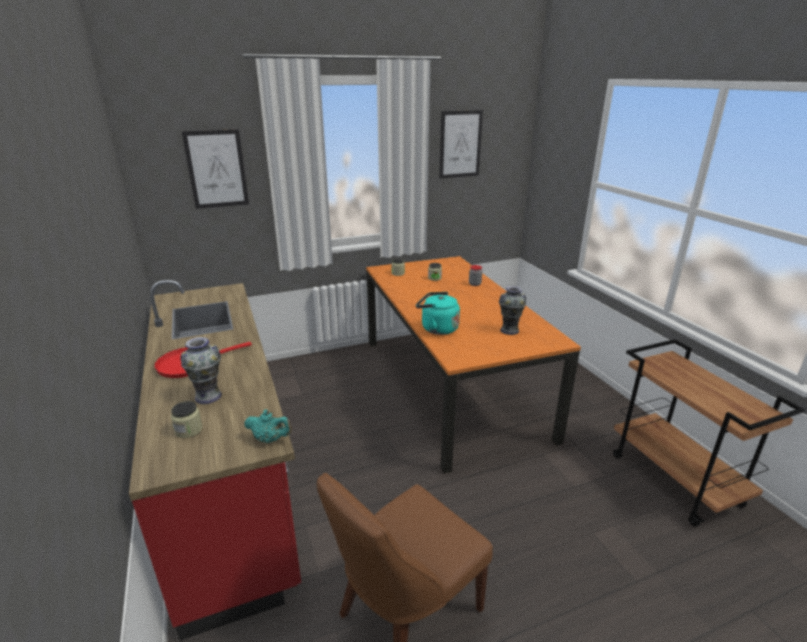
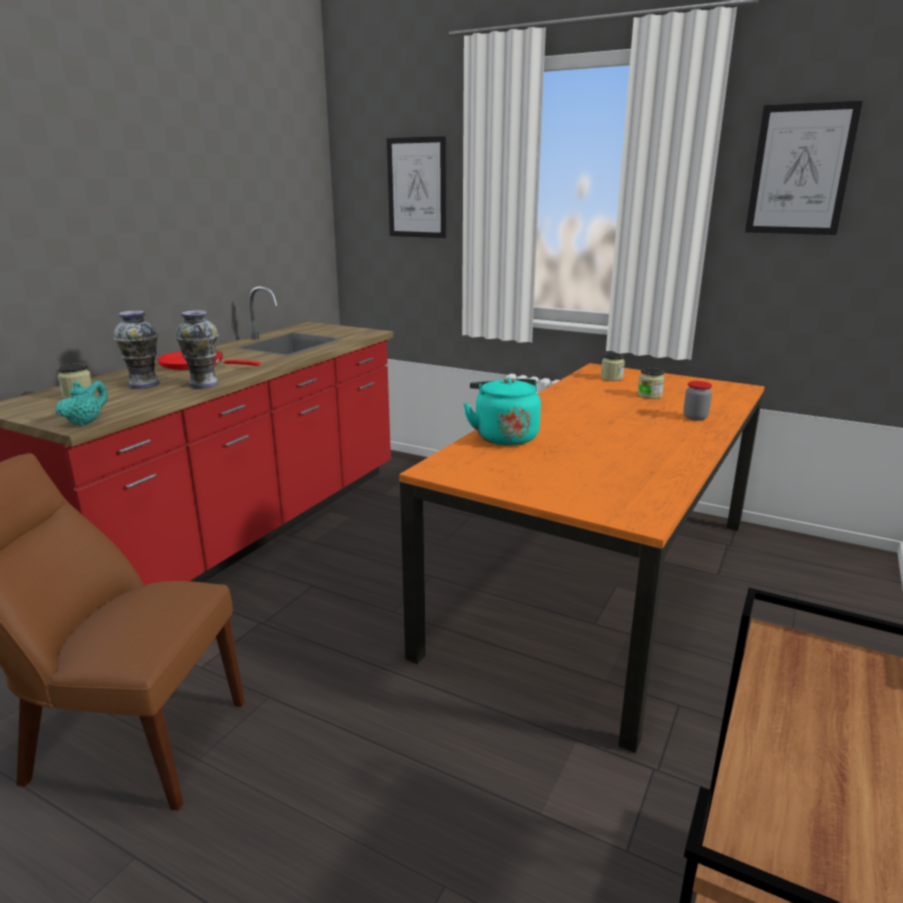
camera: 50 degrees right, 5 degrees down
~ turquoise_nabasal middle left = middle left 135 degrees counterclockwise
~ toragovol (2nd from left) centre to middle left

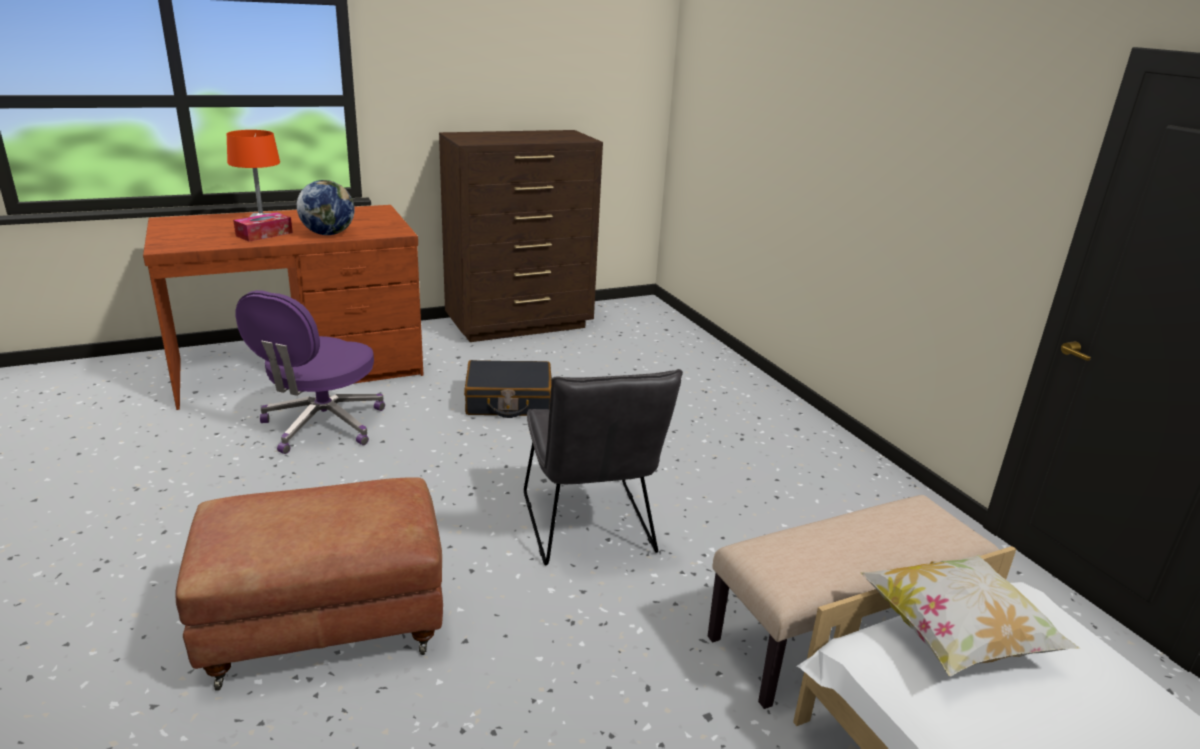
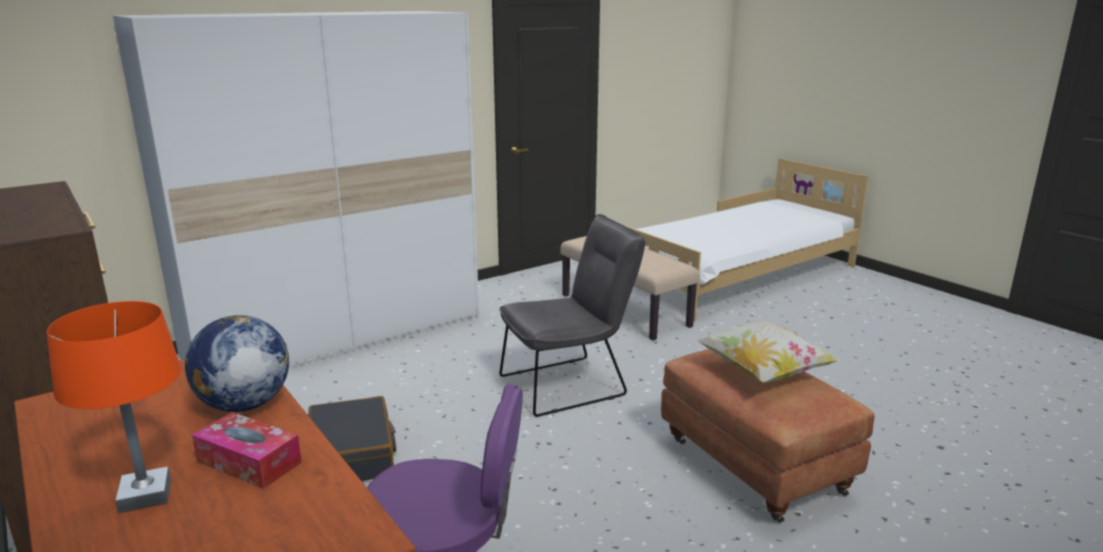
camera: 100 degrees left, 5 degrees down
~ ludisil bottom right to middle right
+ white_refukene middle left

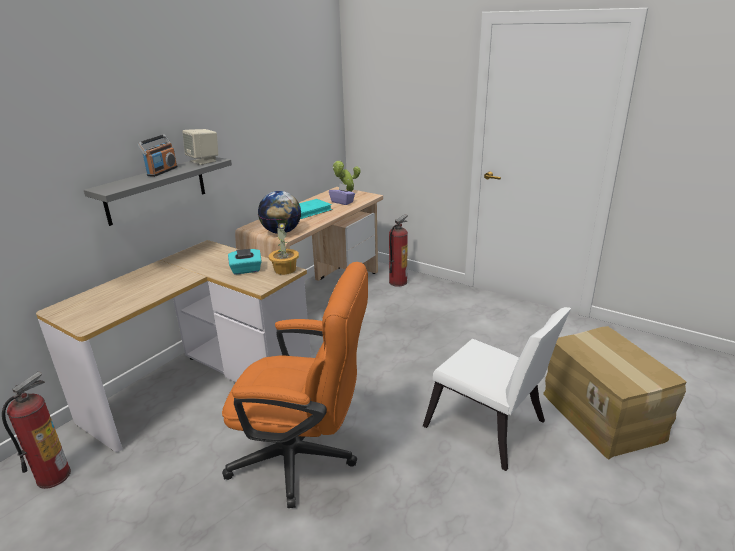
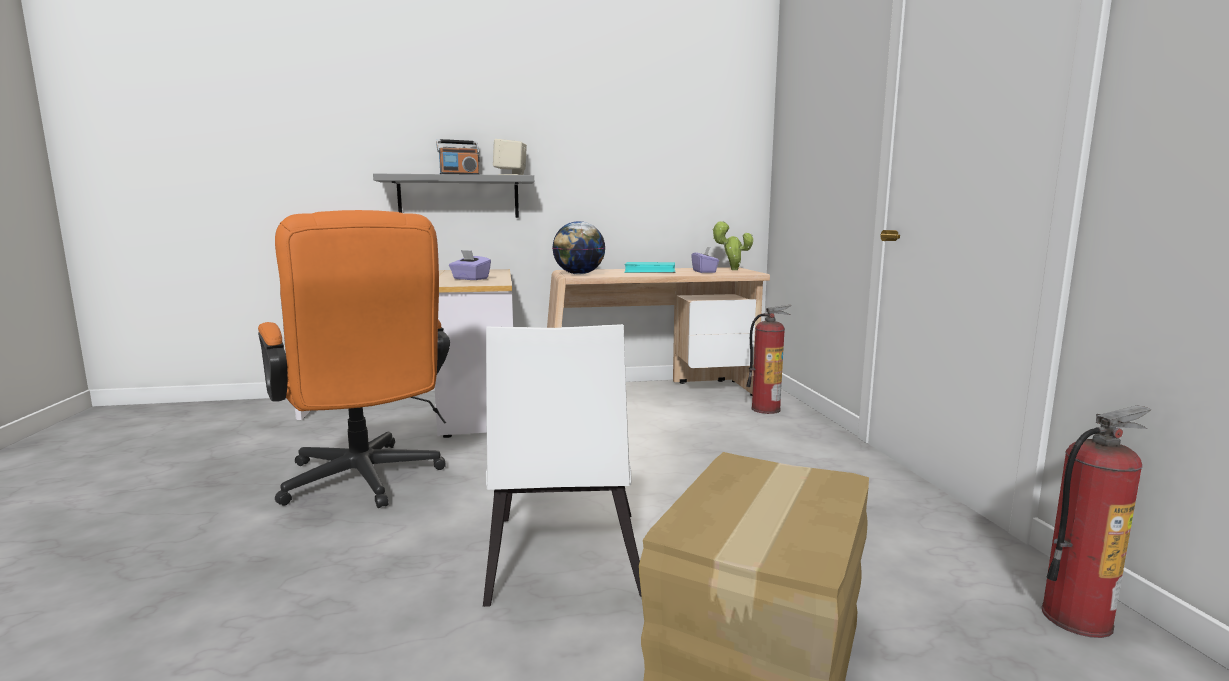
camera: 45 degrees right, 15 degrees down
~ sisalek (1st from left in the first image) bottom left to sisalek (2nd from left) bottom right
~ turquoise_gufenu centre to purple_gufenu (1st from left) centre
- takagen (1st from left) centre

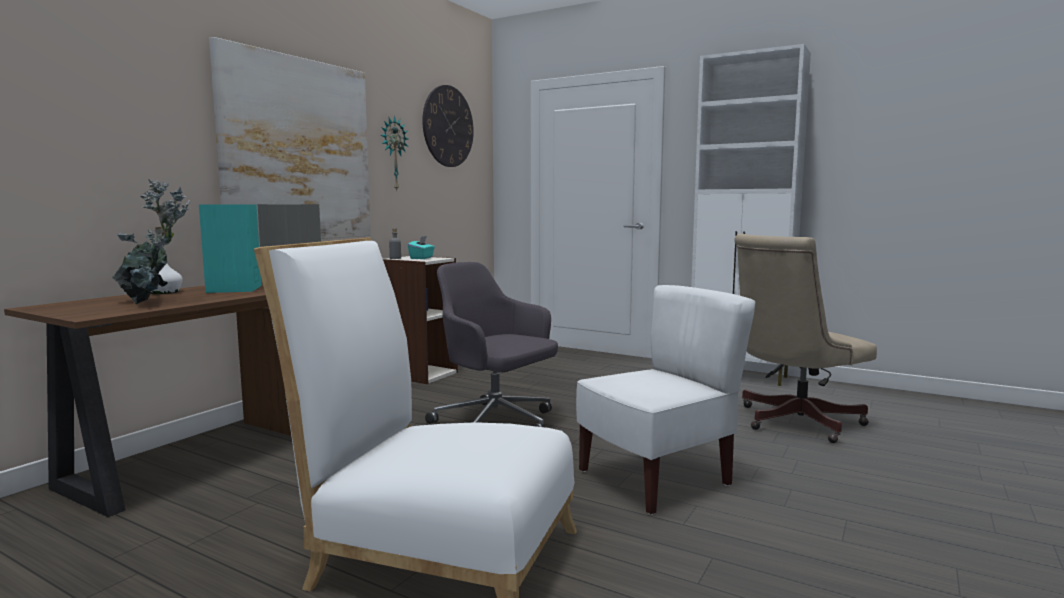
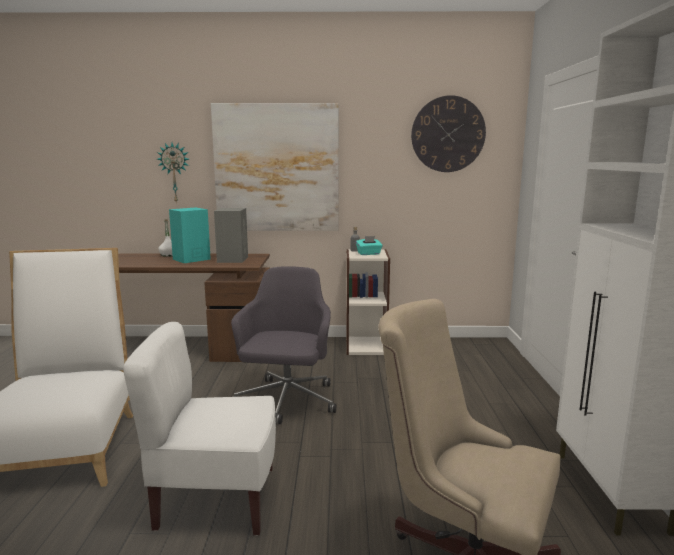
camera: 60 degrees right, 5 degrees up
- takagen middle left
~ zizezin (1st from left) top centre to top left
~ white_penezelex (2nd from left) bottom centre = bottom left 150 degrees clockwise

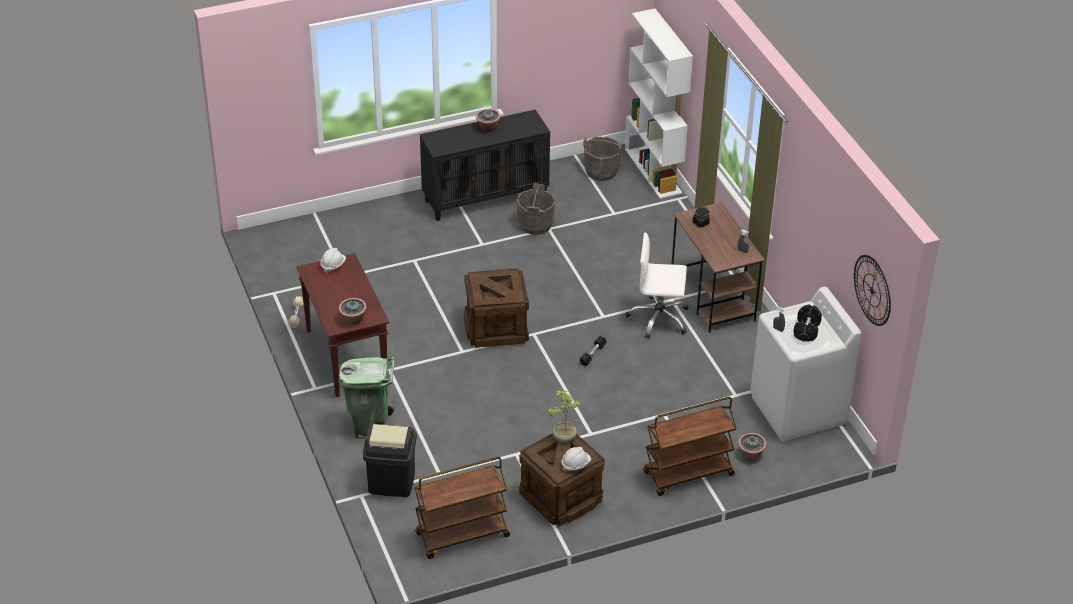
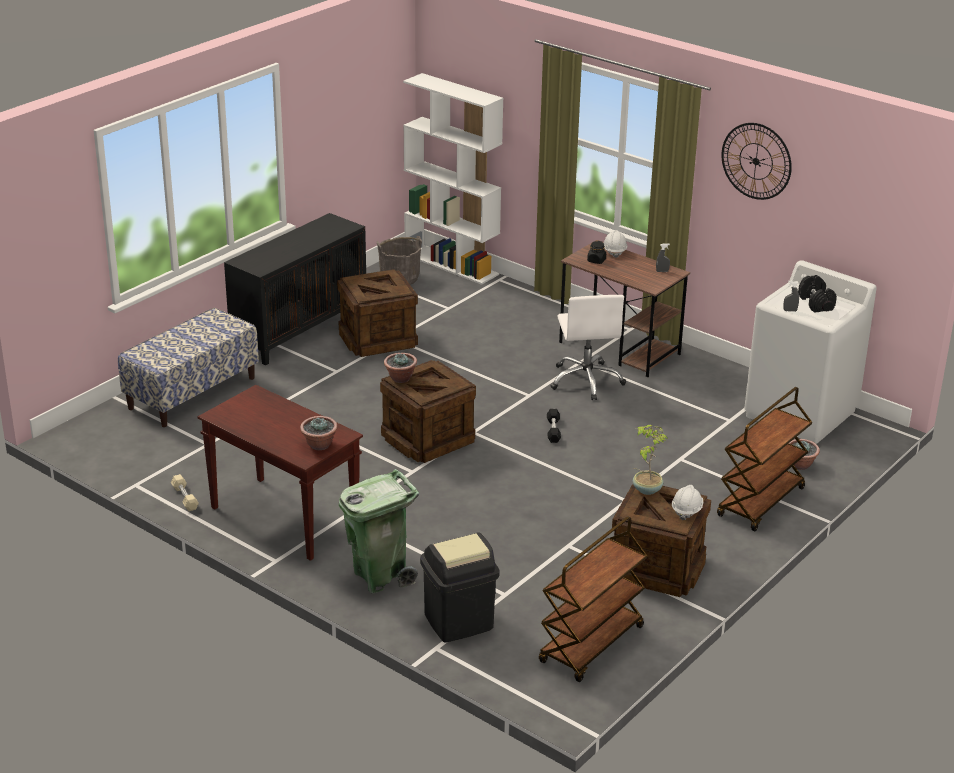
camera: 30 degrees left, 10 degrees down
~ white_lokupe (1st from left) middle left to top centre
~ takagen (2nd from left) top centre to centre
~ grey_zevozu (1st from left) centre to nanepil (1st from left) centre
~ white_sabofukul centre = centre 75 degrees counterclockwise
~ zizezin middle right to top right
+ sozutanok middle left

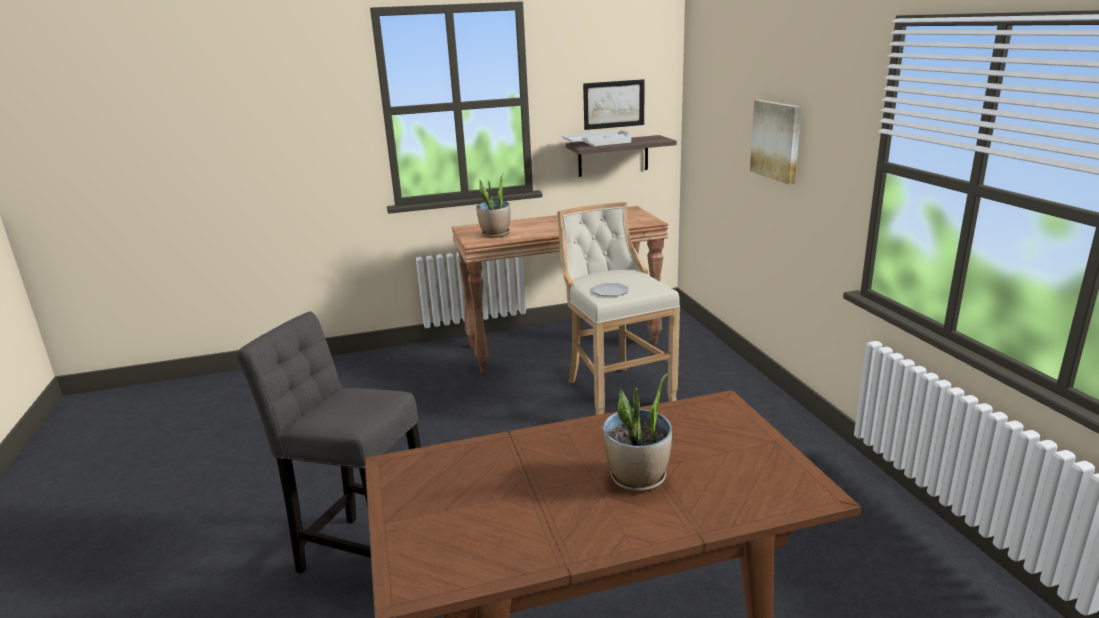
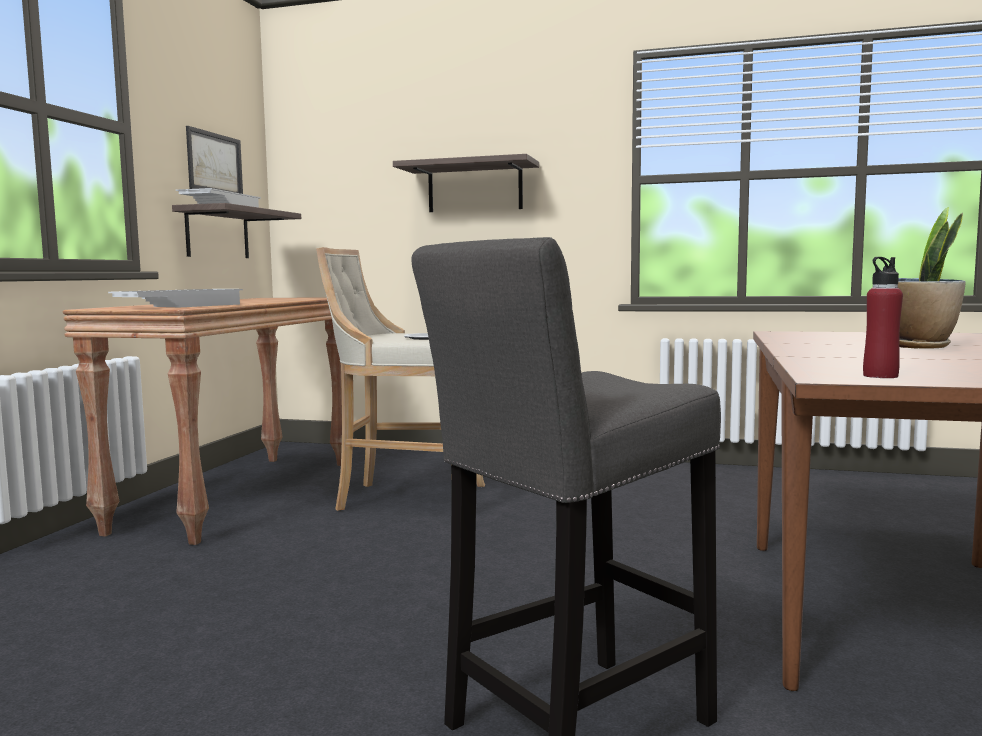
camera: 60 degrees left, 15 degrees down
~ takagen (1st from left) centre to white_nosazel (1st from left) middle left
~ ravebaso (2nd from left) top right to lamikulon (2nd from left) top centre
+ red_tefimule middle right

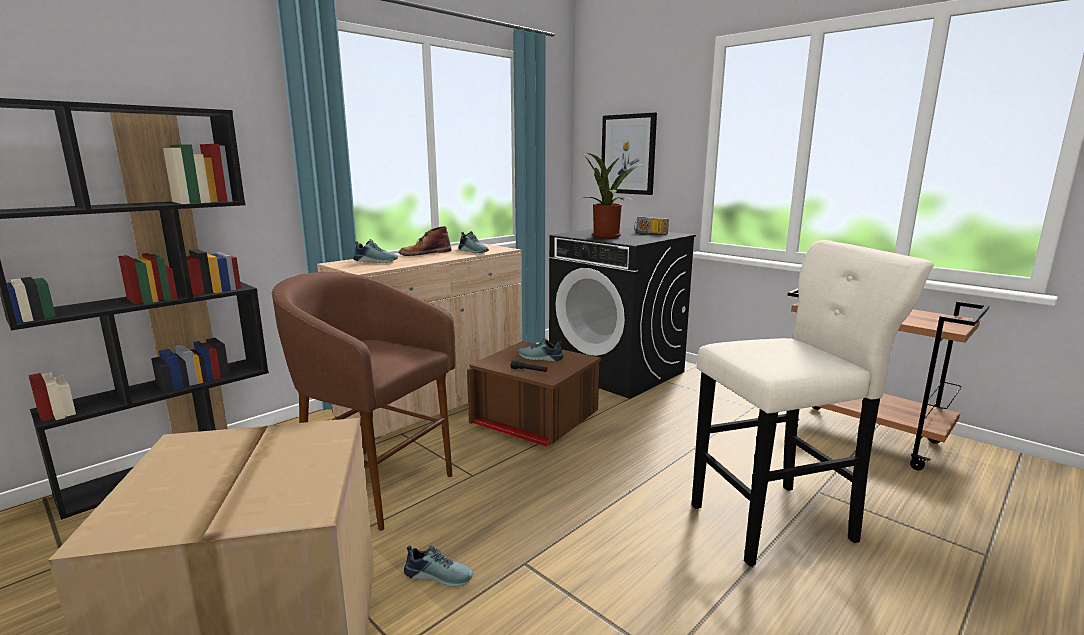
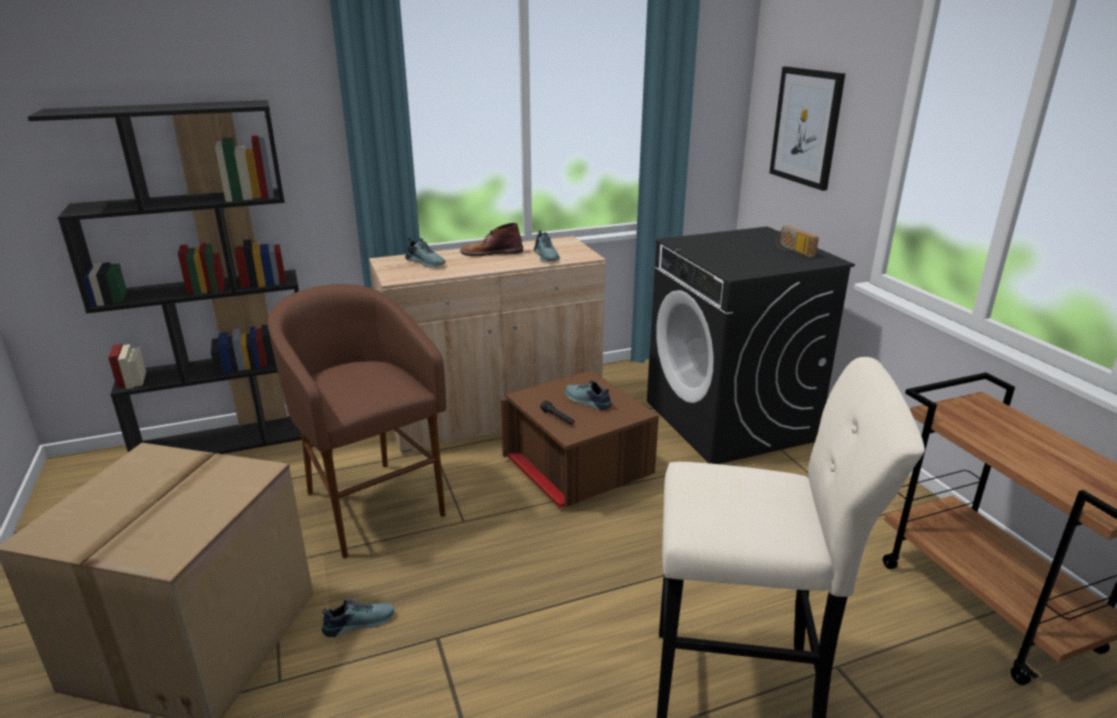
camera: 25 degrees right, 10 degrees up
~ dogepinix (2nd from left in the first image) bottom centre = bottom left 60 degrees counterclockwise
- takagen top centre

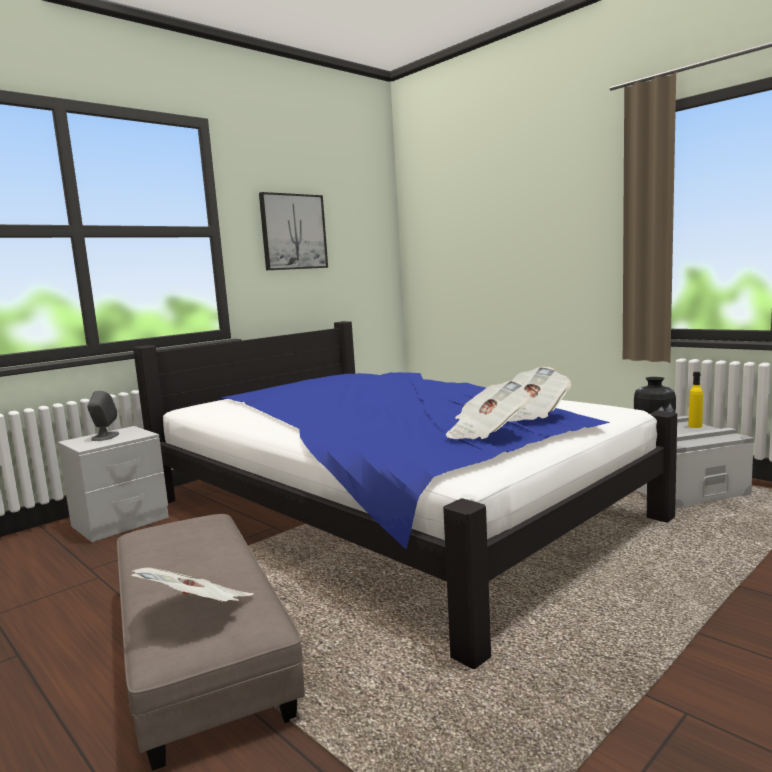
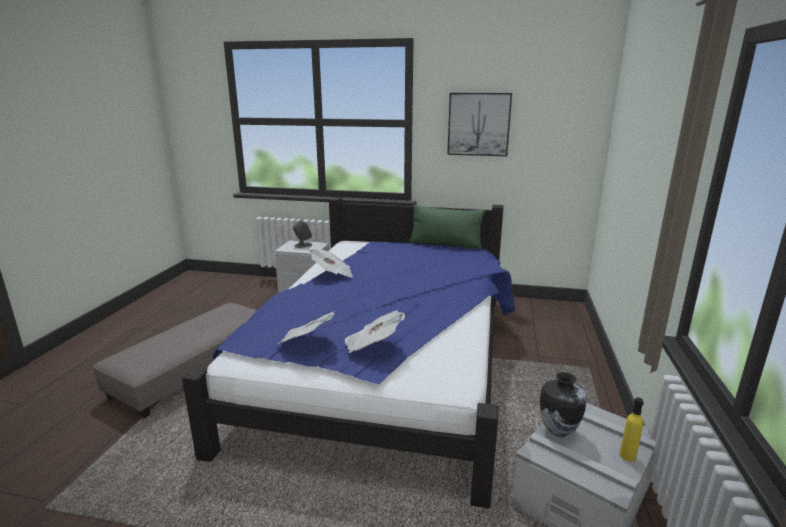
camera: 55 degrees right, 10 degrees up
~ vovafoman (1st from left in the first image) bottom left to vovafoman (2nd from left) centre
+ green_ludisil centre

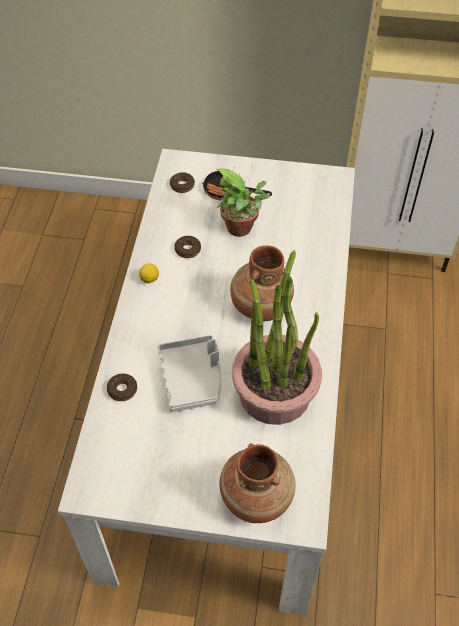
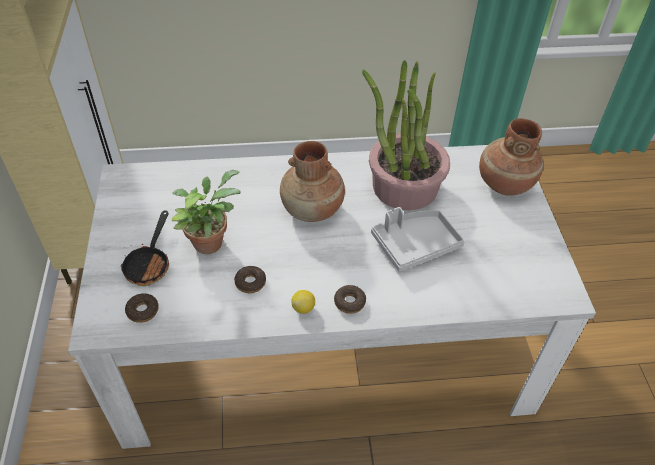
camera: 105 degrees left, 5 degrees down
~ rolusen (1st from left in the first image) middle left to rolusen (3rd from left) centre

